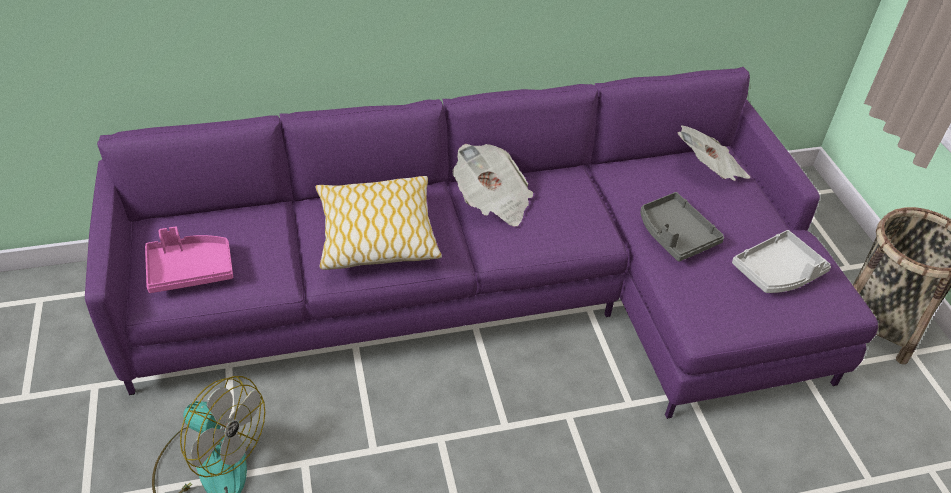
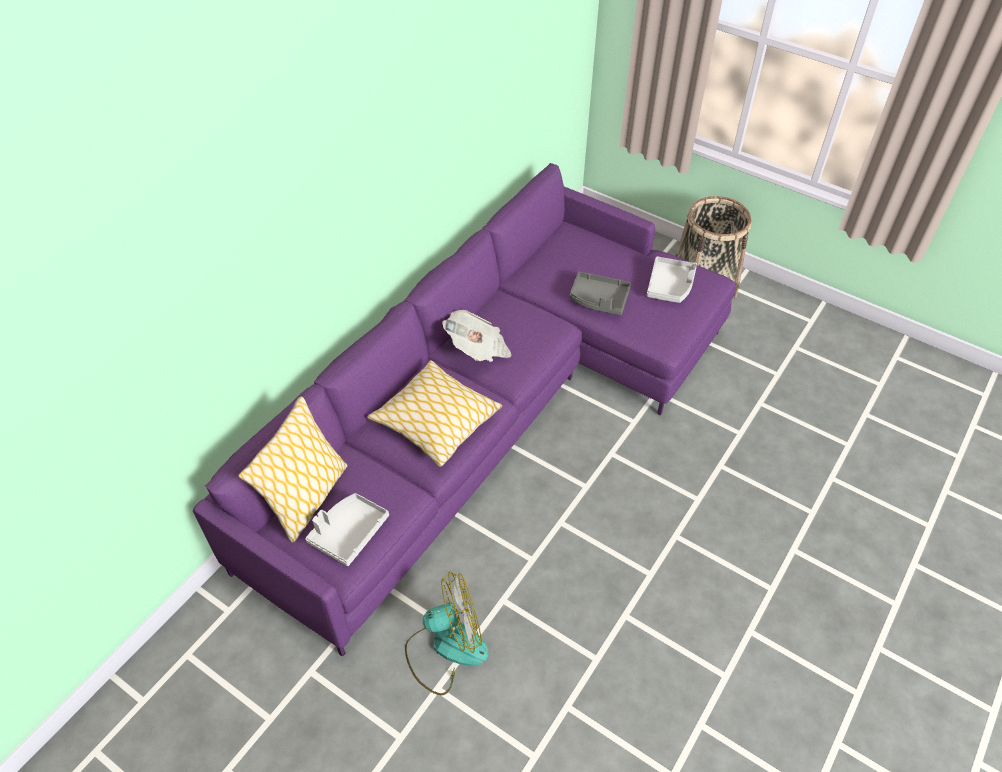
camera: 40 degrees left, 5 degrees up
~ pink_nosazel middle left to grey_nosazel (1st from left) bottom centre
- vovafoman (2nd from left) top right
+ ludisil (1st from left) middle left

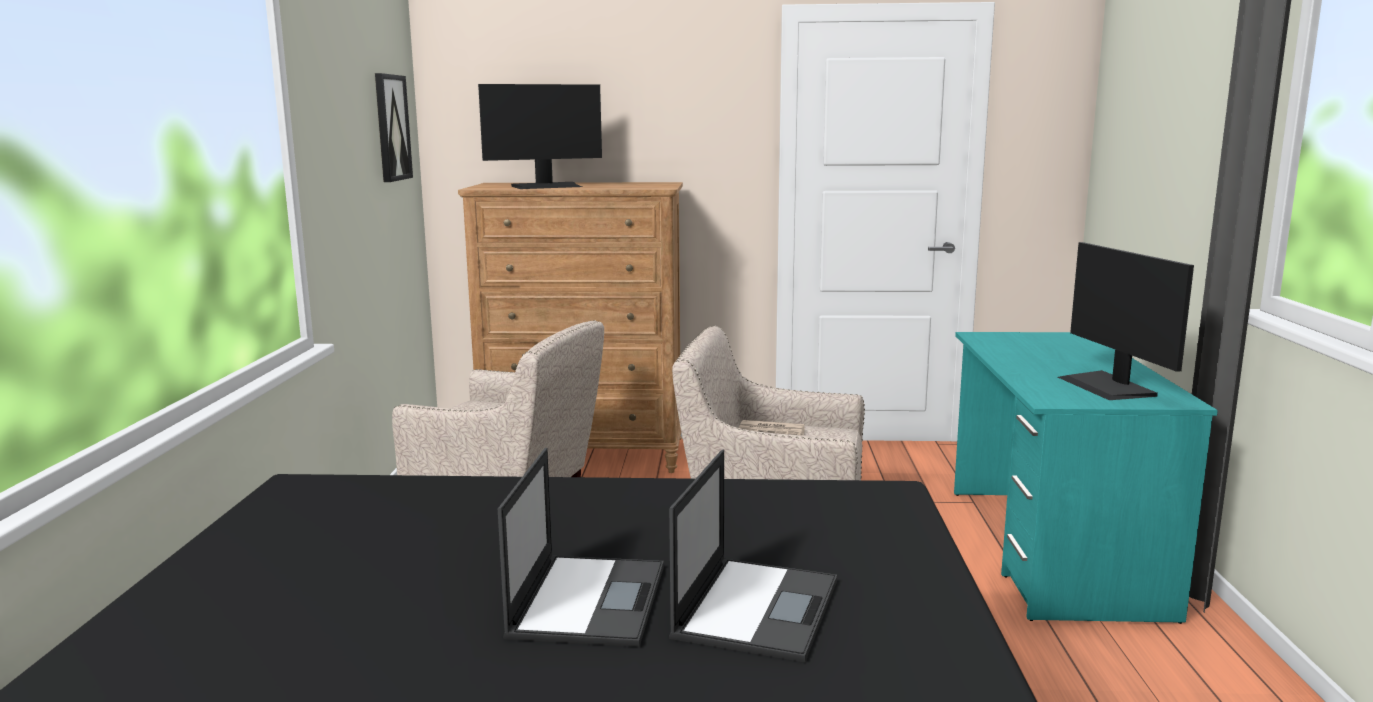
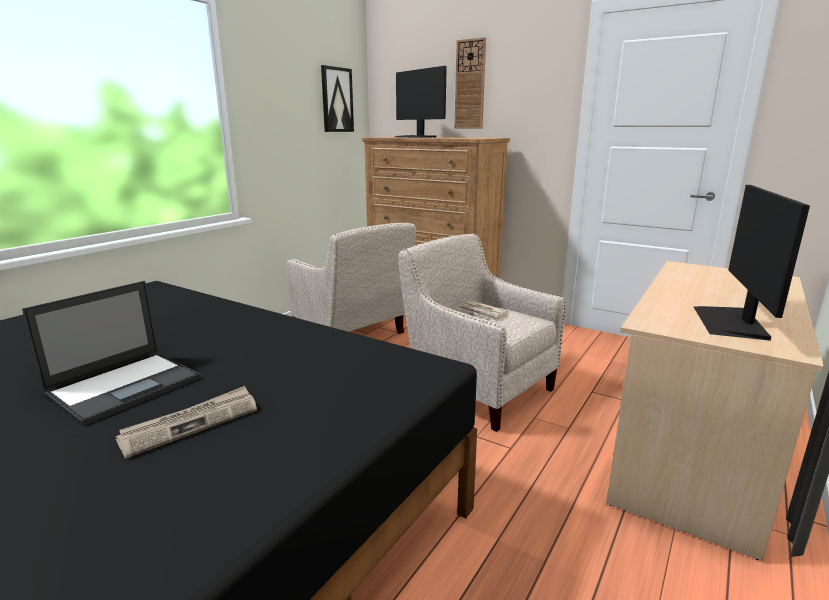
camera: 30 degrees right, 5 degrees up
~ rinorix (1st from left) top centre = top centre 45 degrees clockwise
~ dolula (2nd from left) bottom centre to vovafoman (1st from left) bottom left
~ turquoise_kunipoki bottom right to beige_kunipoki bottom right
+ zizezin top centre

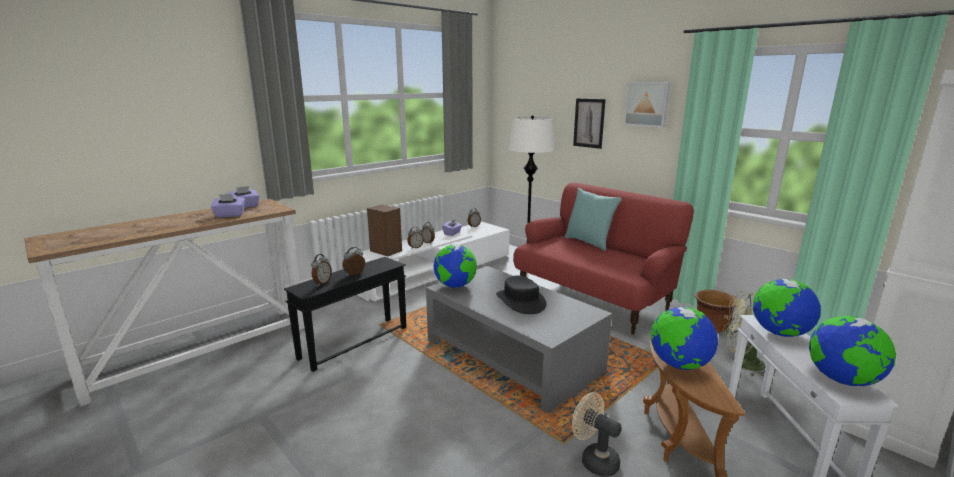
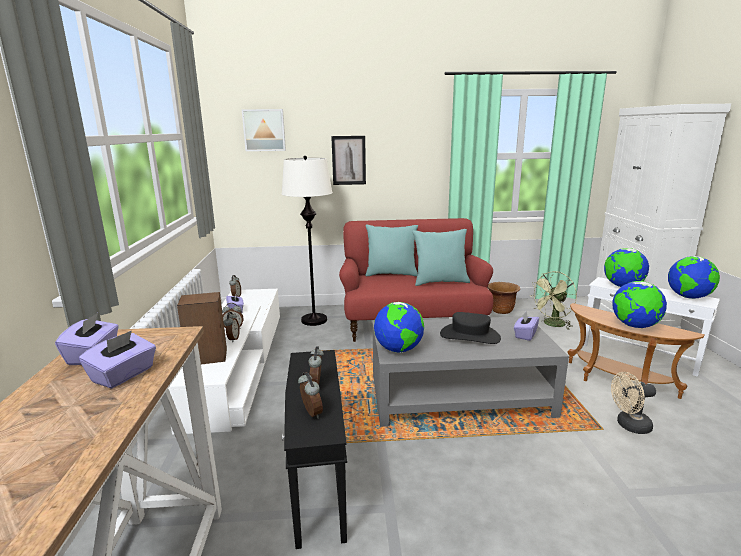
camera: 50 degrees left, 0 degrees up
~ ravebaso (2nd from left in the first image) top right to ravebaso (1st from left) top centre
+ turquoise_ludisil (2nd from left) centre
+ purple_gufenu (4th from left) middle right

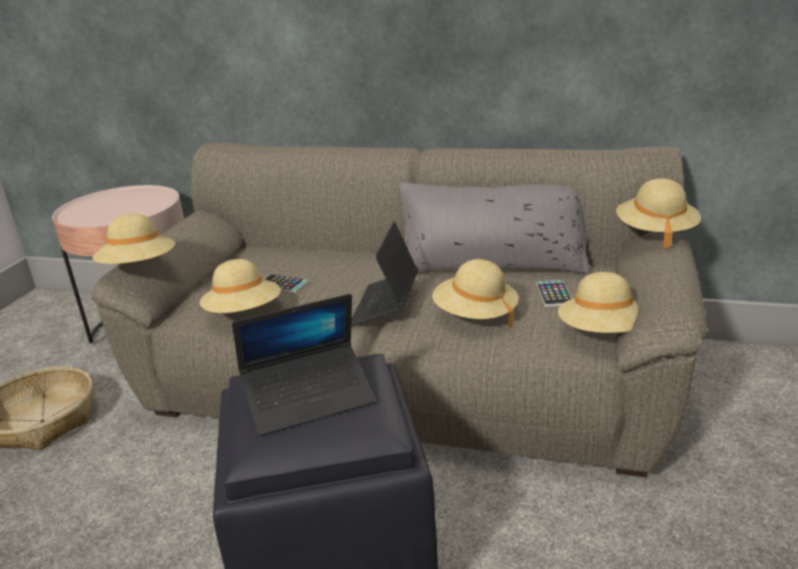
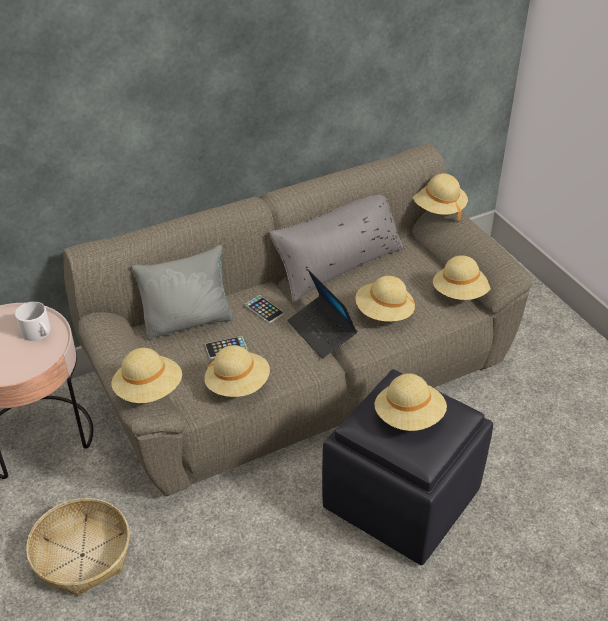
camera: 45 degrees left, 15 degrees up
~ dolula (1st from left) centre to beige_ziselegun (4th from left) middle right
~ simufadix (2nd from left) middle right to centre
+ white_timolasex middle left
+ grey_ludisil (1st from left) middle left

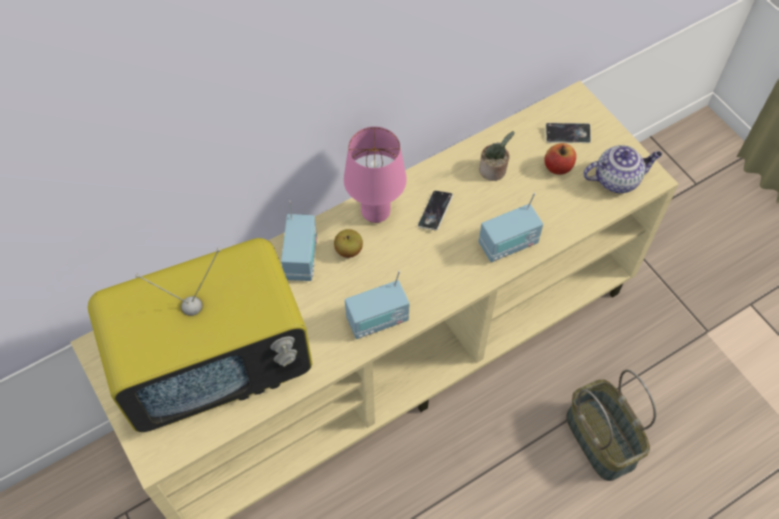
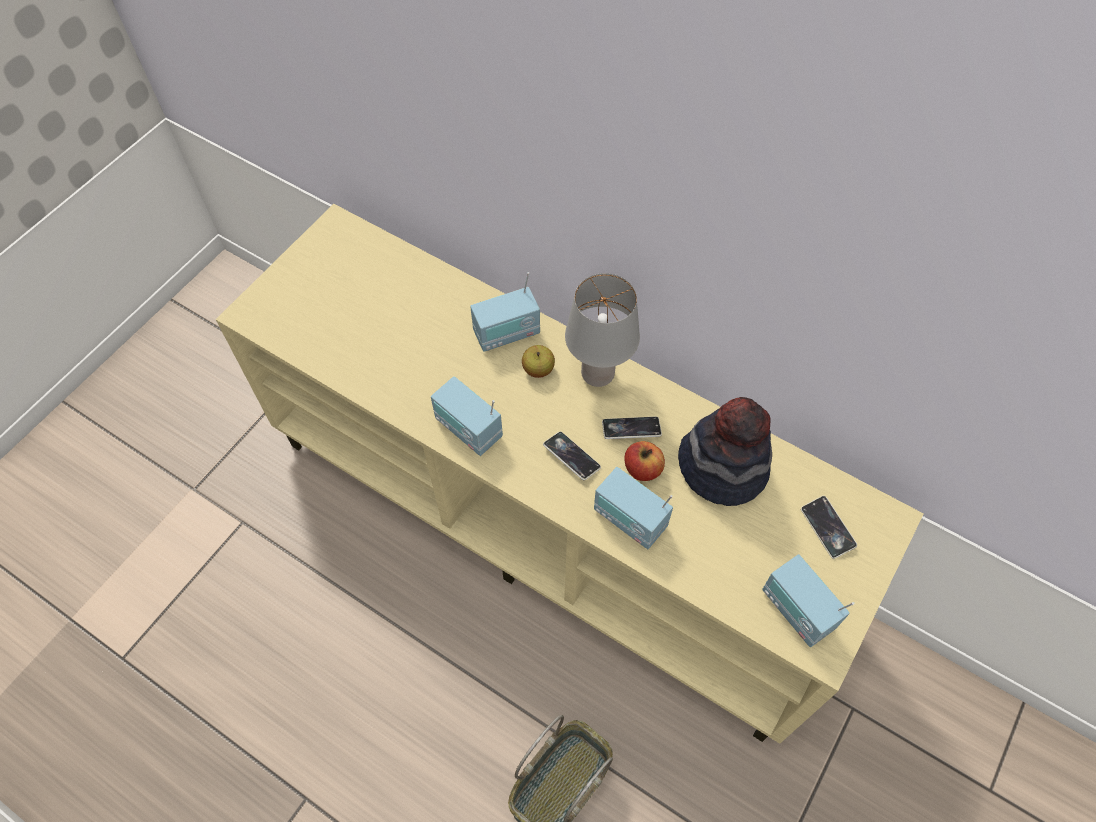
camera: 65 degrees right, 0 degrees up
- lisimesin middle left
~ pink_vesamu centre to grey_vesamu centre
~ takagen top centre to ziselegun centre
~ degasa (2nd from left) top right to centre
~ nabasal top right to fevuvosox (4th from left) bottom right
+ simufadix (1st from left) centre

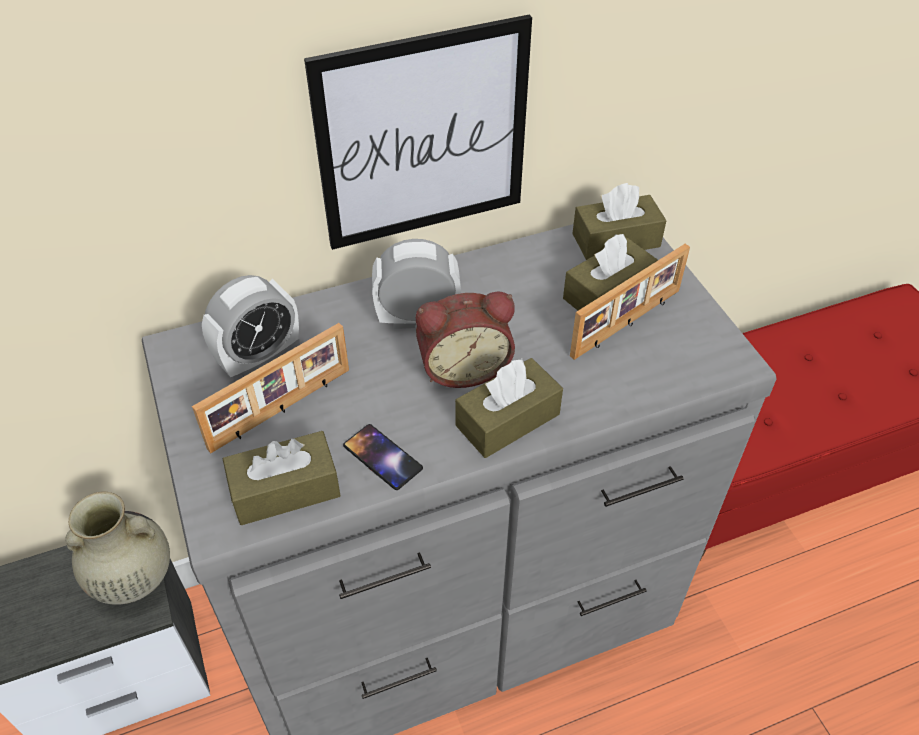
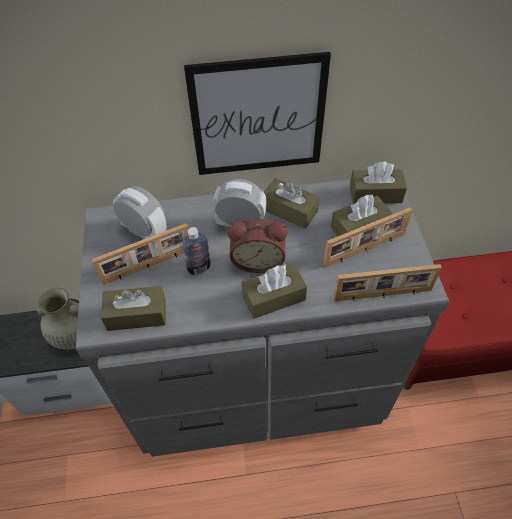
camera: 15 degrees right, 5 degrees up
~ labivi (1st from left) middle left = middle left 120 degrees counterclockwise
- simufadix centre
+ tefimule centre
+ brown_gufenu (3rd from left) centre
+ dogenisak (3rd from left) middle right

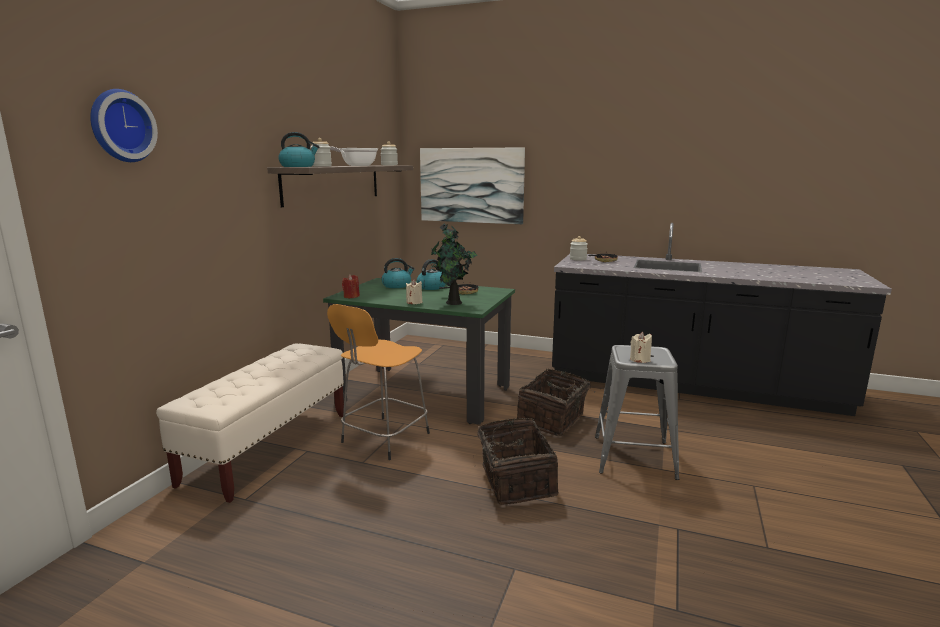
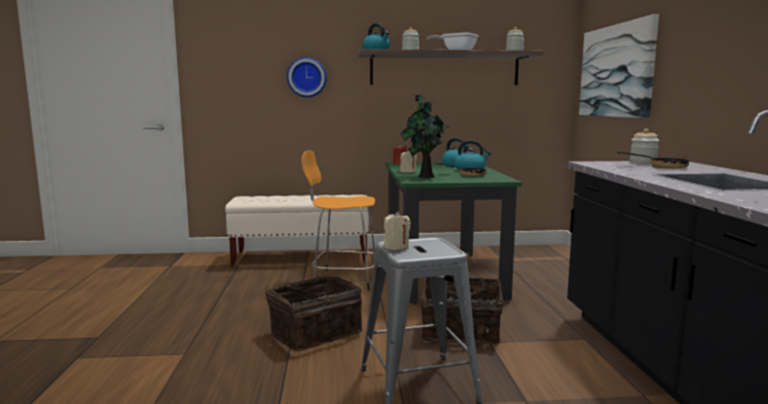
camera: 65 degrees right, 5 degrees down
~ zizezin top left to top centre

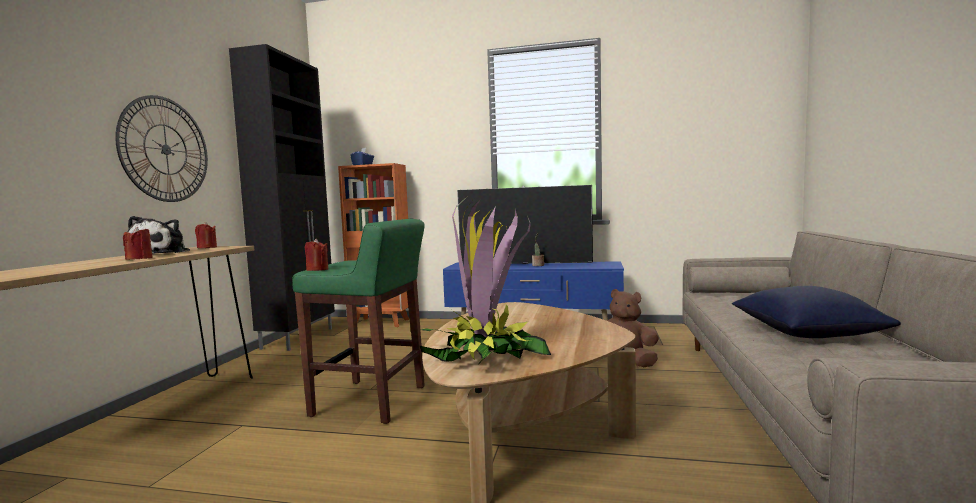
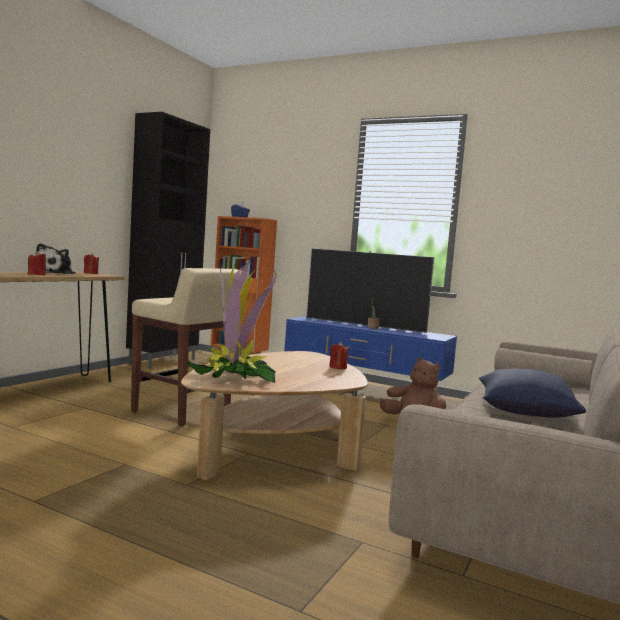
camera: 15 degrees right, 0 degrees up
- zizezin top left
~ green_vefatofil centre to beige_vefatofil middle left
~ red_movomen (3rd from left) middle left to centre

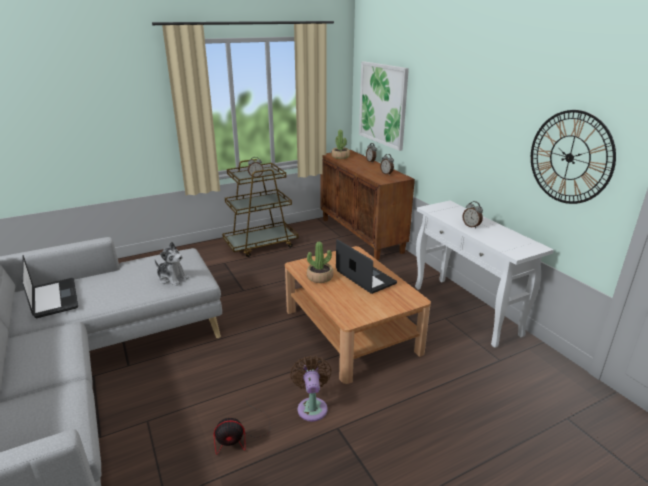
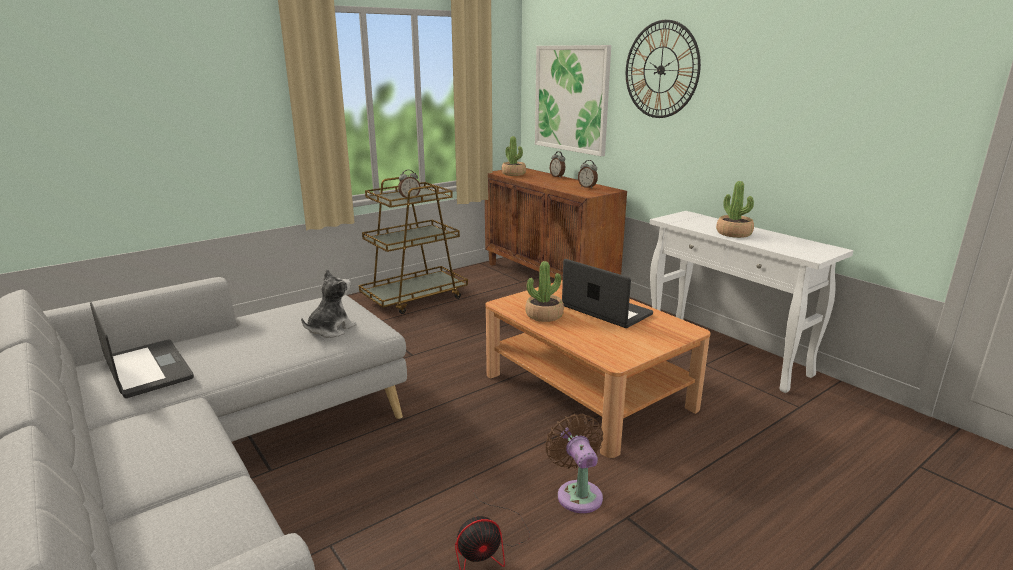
camera: 10 degrees left, 5 degrees down
~ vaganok middle left = middle left 75 degrees counterclockwise
~ labivi (4th from left) middle right to takagen (3rd from left) middle right
~ zizezin top right to top centre

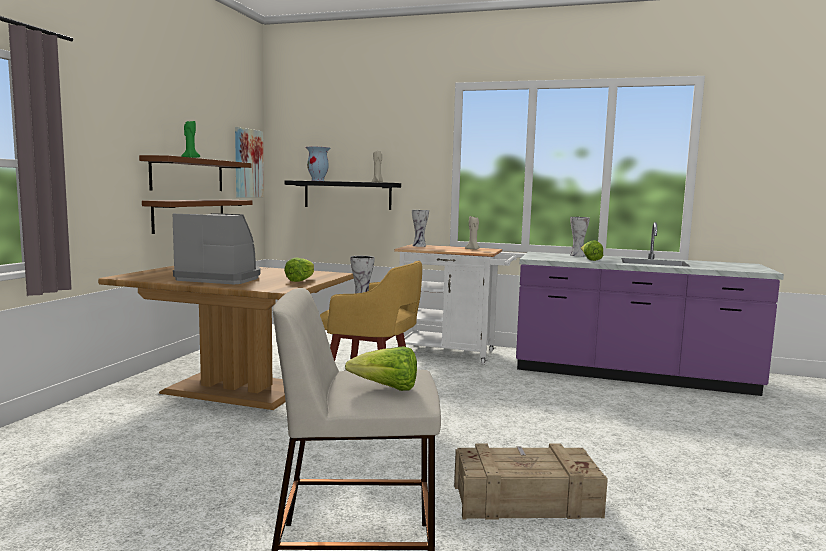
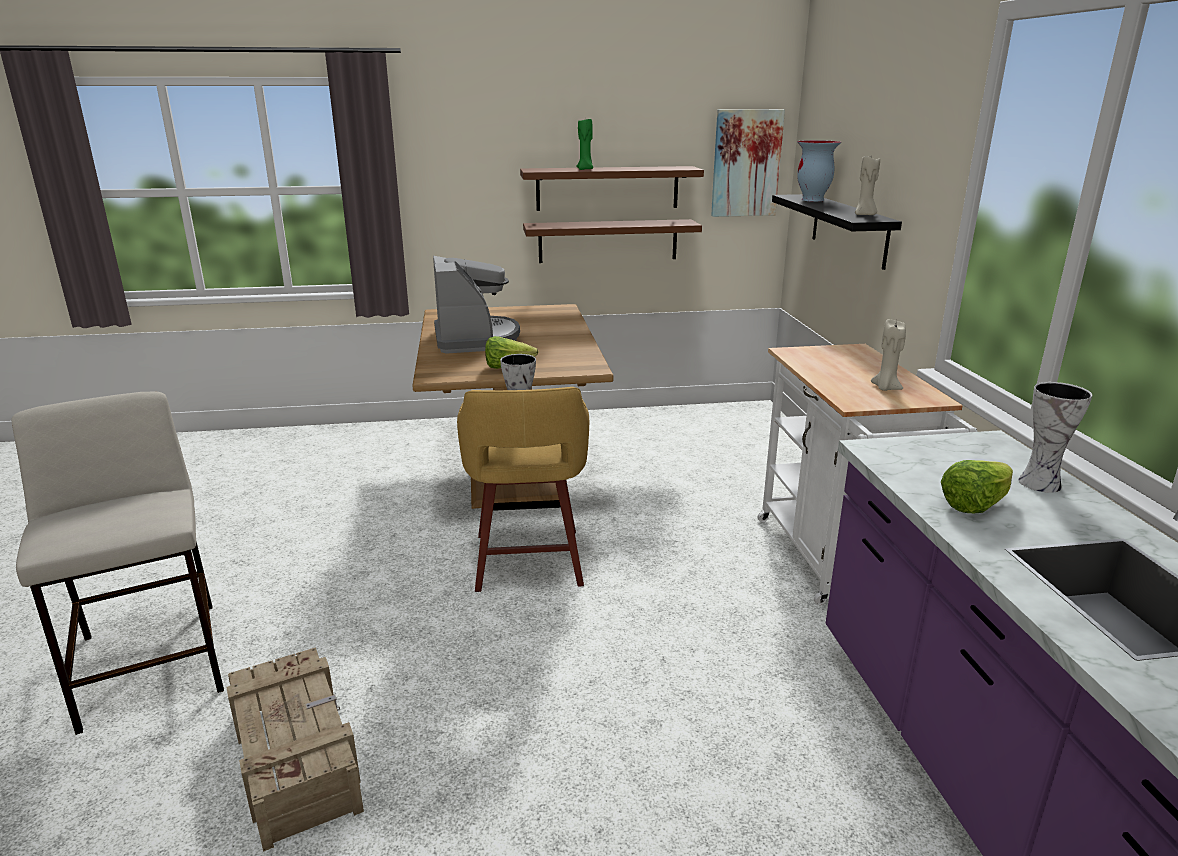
camera: 65 degrees right, 15 degrees up
- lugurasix (2nd from left) bottom centre
- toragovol (3rd from left) centre

